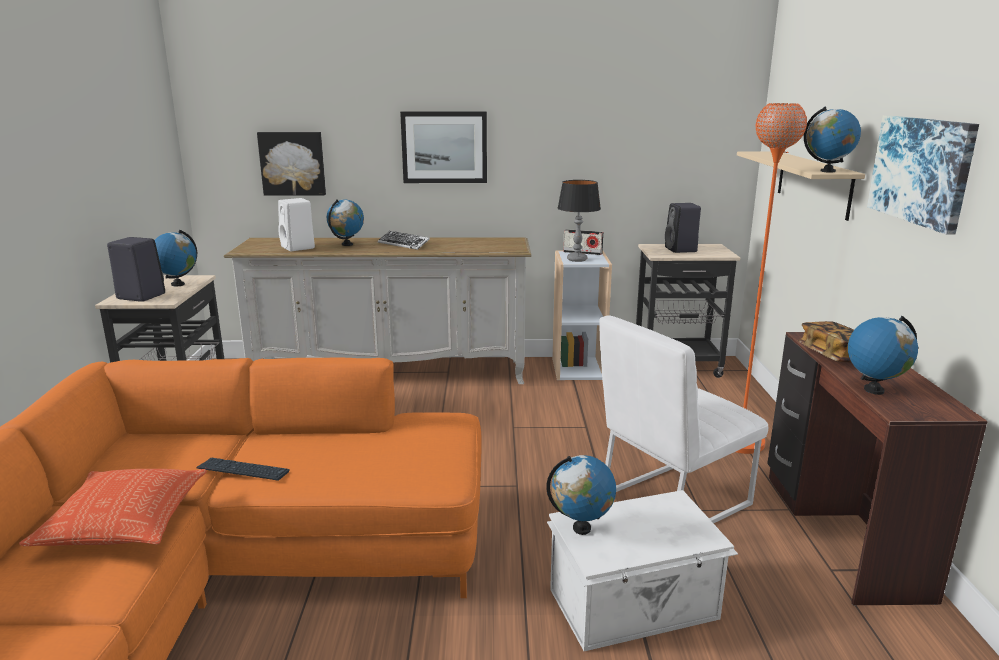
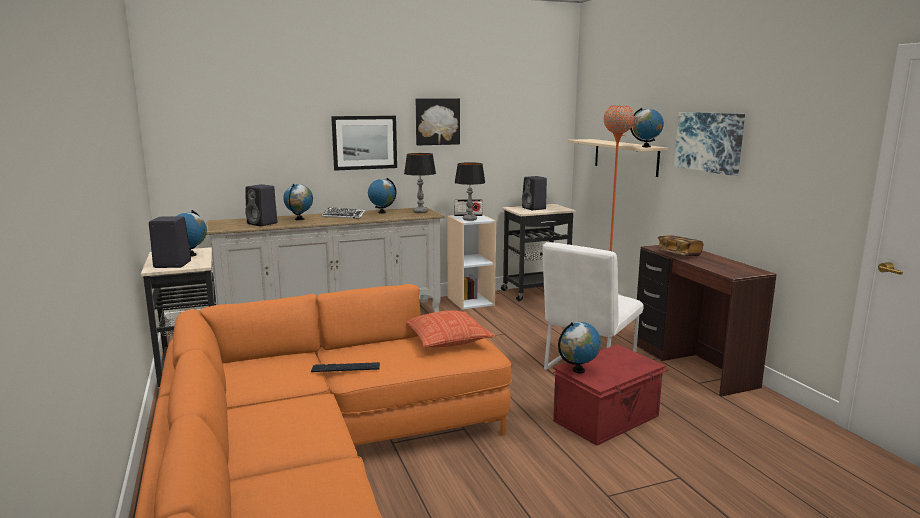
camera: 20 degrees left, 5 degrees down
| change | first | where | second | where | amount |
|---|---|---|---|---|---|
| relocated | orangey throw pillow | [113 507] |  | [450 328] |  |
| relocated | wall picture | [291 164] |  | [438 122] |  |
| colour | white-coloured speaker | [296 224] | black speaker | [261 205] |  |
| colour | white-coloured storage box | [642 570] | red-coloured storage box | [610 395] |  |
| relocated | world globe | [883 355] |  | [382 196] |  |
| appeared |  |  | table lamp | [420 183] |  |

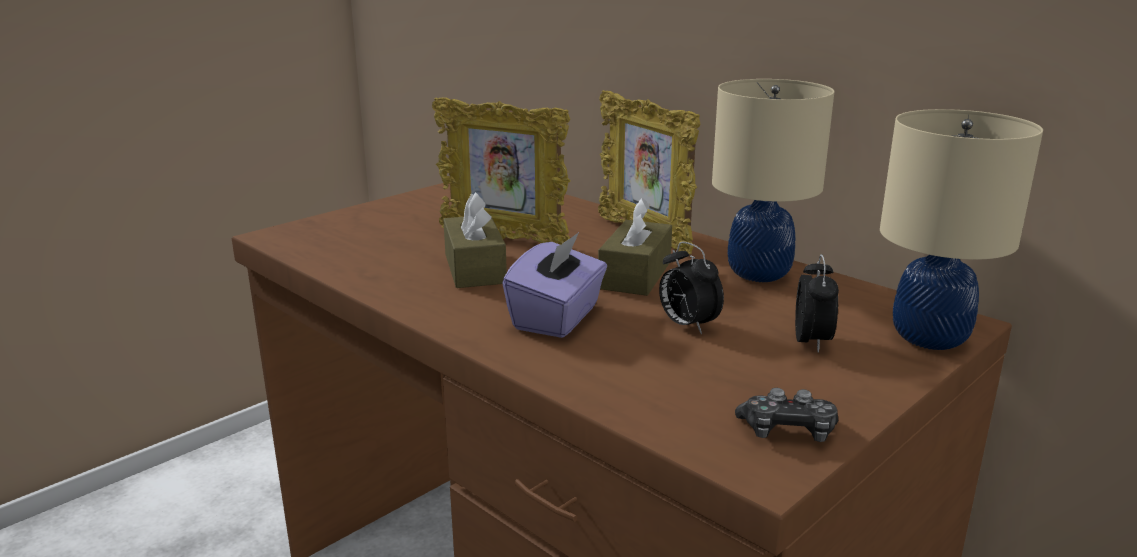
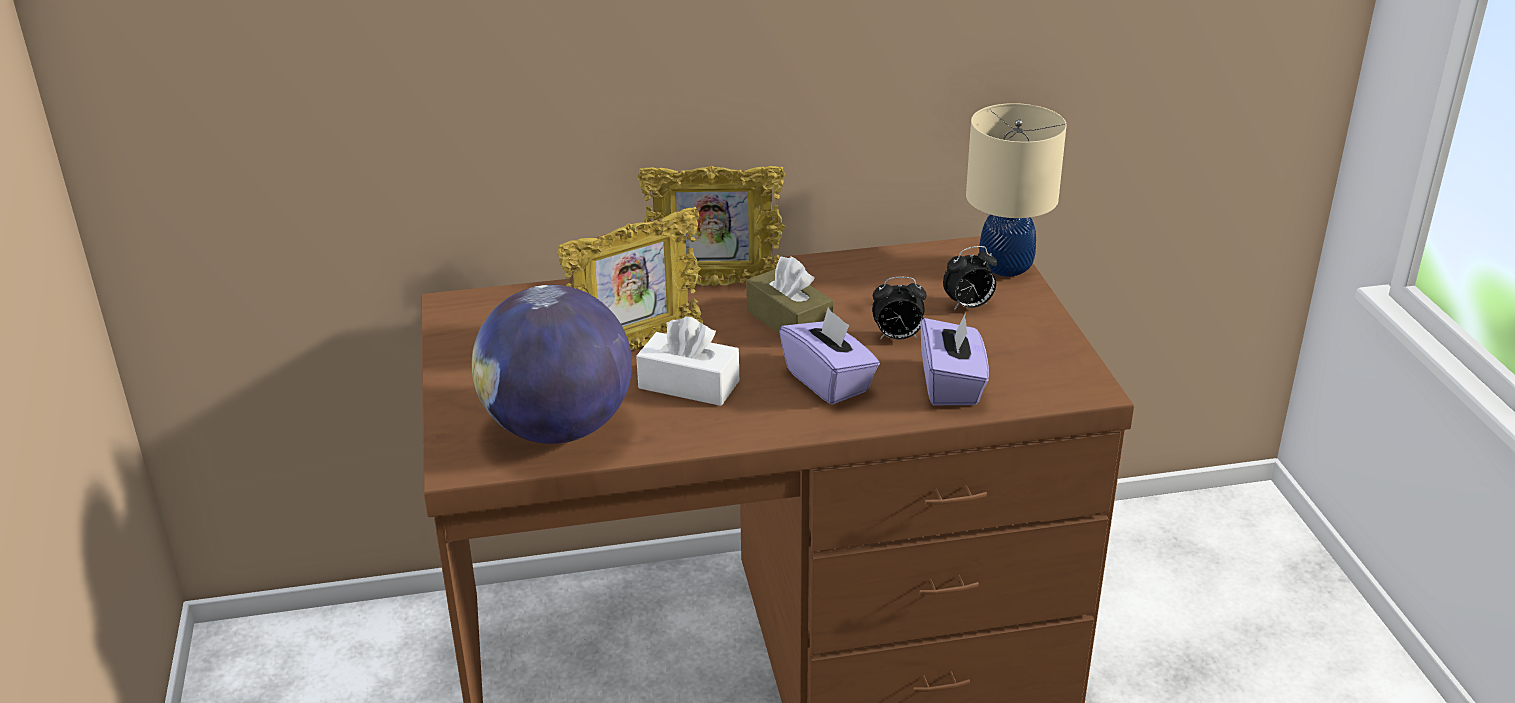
camera: 55 degrees left, 10 degrees up
| change | first | where | second | where | amount |
|---|---|---|---|---|---|
| colour | brownish tissue box | [475 240] | white-coloured tissue box | [687 361] |  |
| missing | beige-coloured table lamp | [773 180] |  |  |  |
| missing | game controller | [786 415] |  |  |  |
| spun | alarm clock | [817 303] |  | [970 278] | 120 degrees clockwise |
| appeared |  |  | world globe | [552 364] |  |
| appeared |  |  | purple tissue box | [955 358] |  |

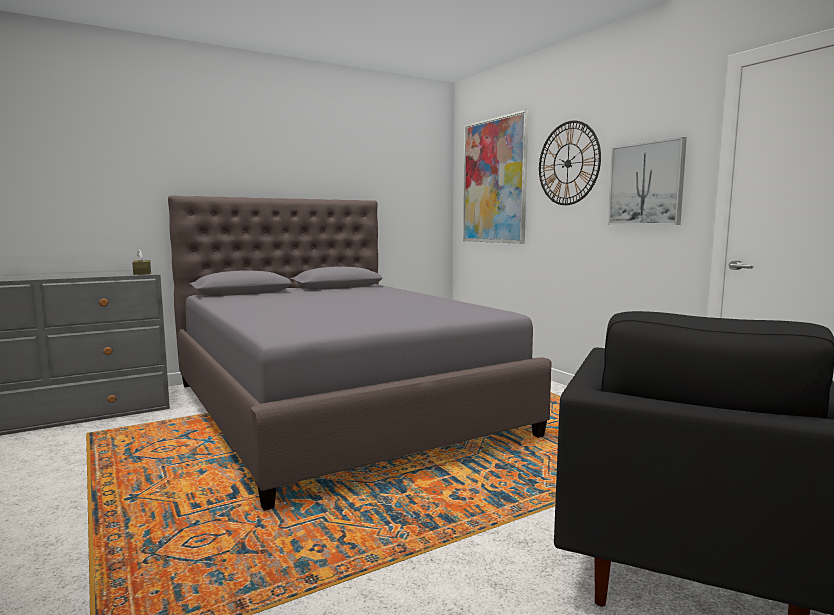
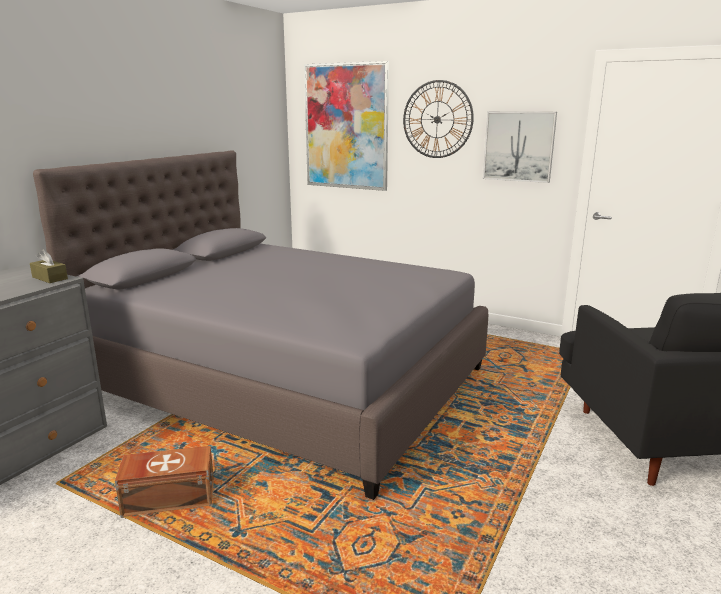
camera: 30 degrees left, 10 degrees up
| change | first | where | second | where | amount |
|---|---|---|---|---|---|
| appeared |  |  | brownish storage box | [164 482] |  |

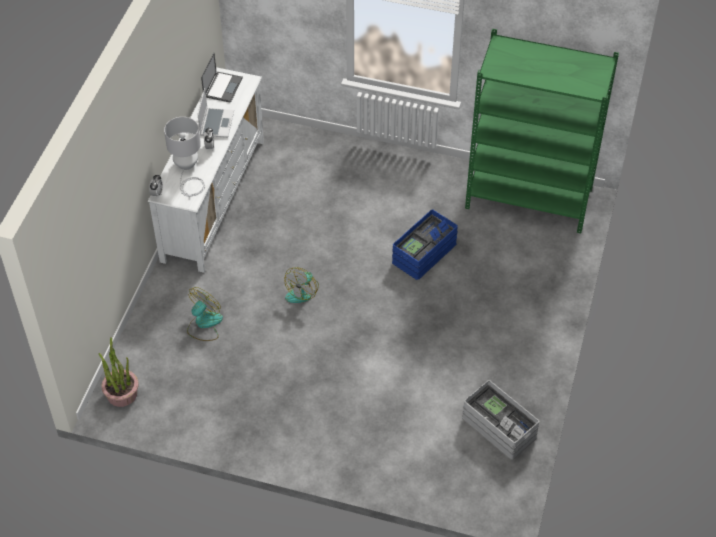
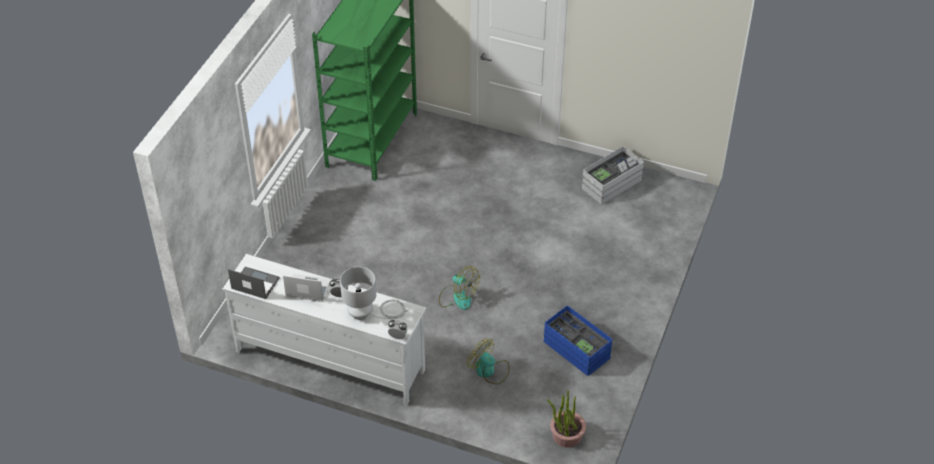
camera: 85 degrees left, 5 degrees down
| change | first | where | second | where | amount |
|---|---|---|---|---|---|
| relocated | blue storage box | [425 244] |  | [577 341] |  |

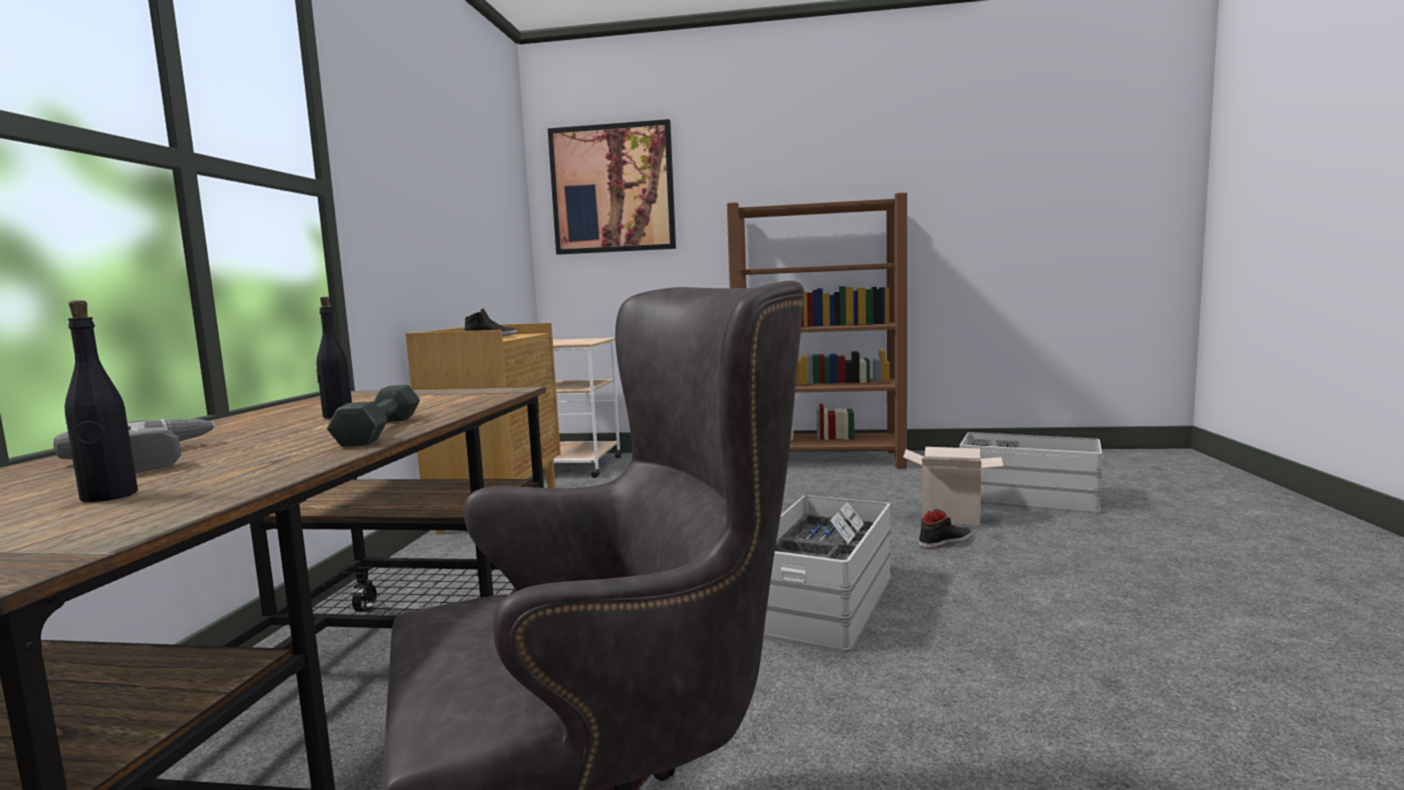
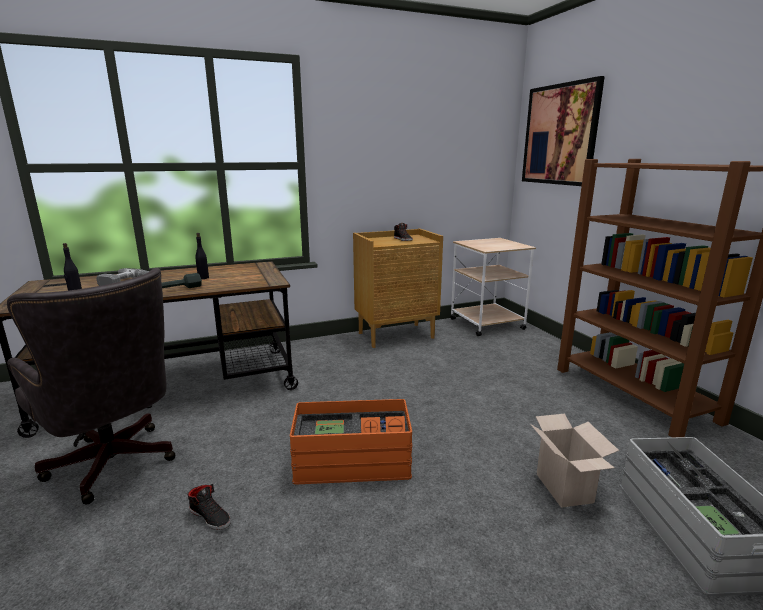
camera: 60 degrees right, 10 degrees up
| change | first | where | second | where | amount |
|---|---|---|---|---|---|
| colour | gray storage box | [827 574] | orangey storage box | [351 441] |  |
| relocated | black low shoe | [945 529] |  | [209 507] |  |

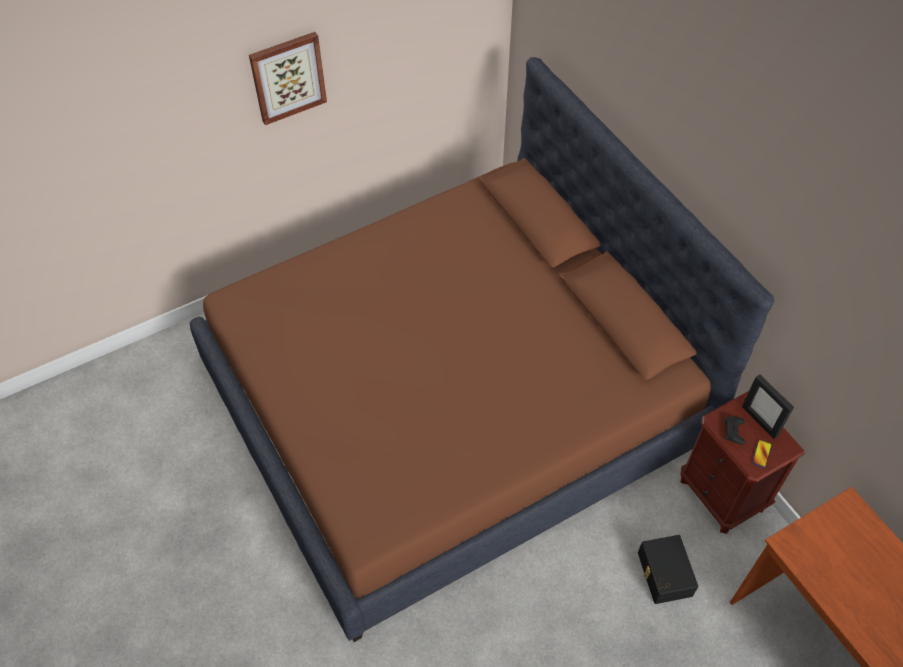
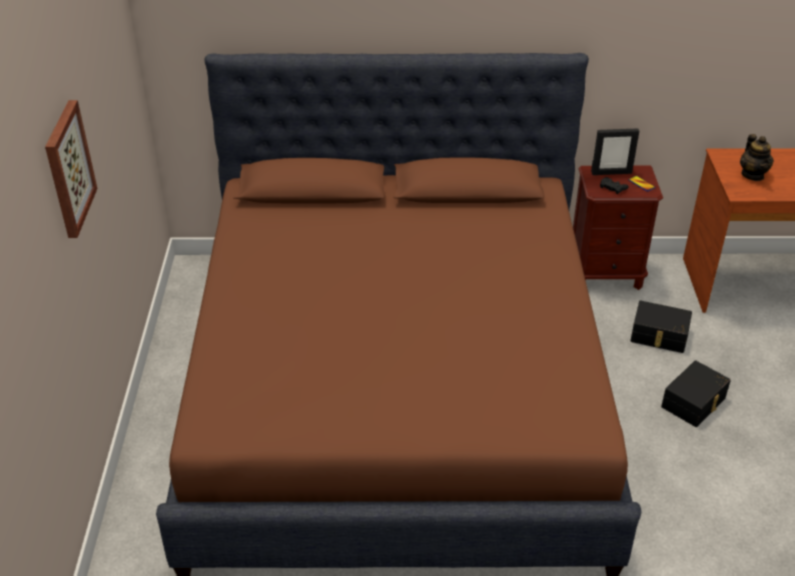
camera: 60 degrees left, 15 degrees down
| change | first | where | second | where | amount |
|---|---|---|---|---|---|
| appeared |  |  | black storage box | [696 393] |  |
| appeared |  |  | pot for tea | [757 157] |  |

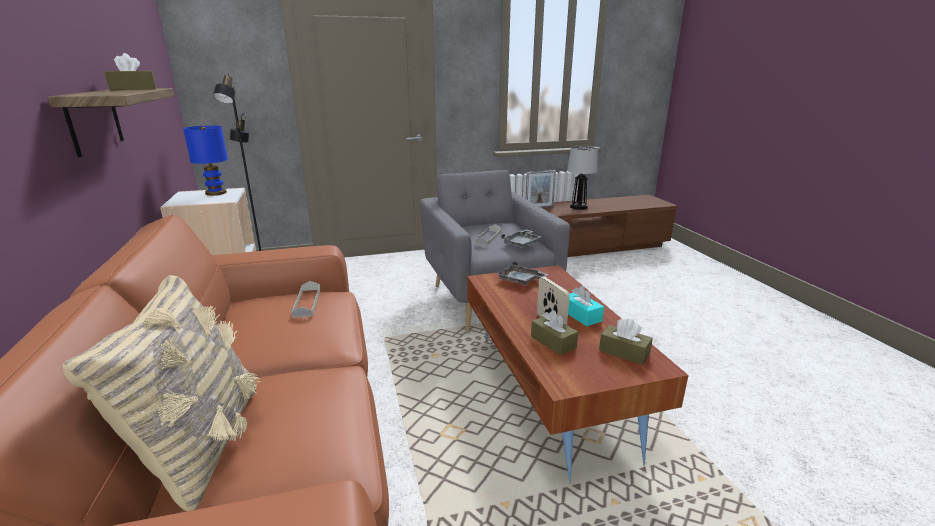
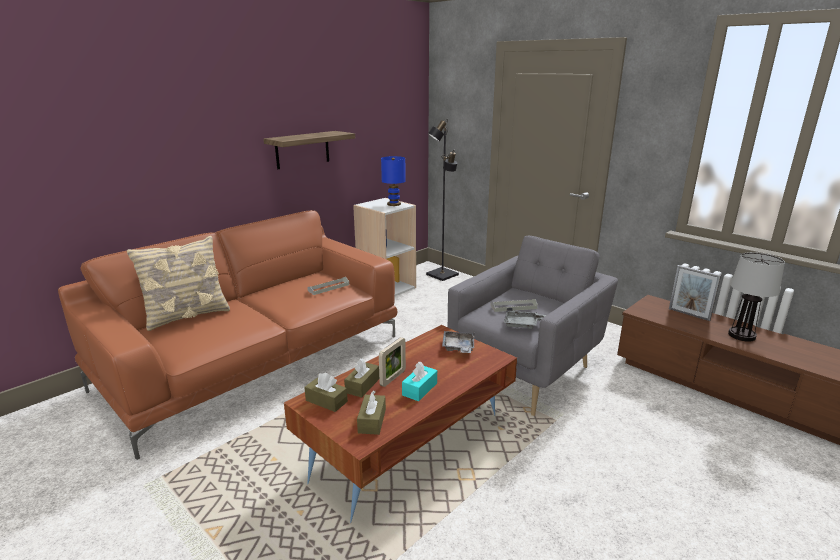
camera: 60 degrees right, 0 degrees up
| change | first | where | second | where | amount |
|---|---|---|---|---|---|
| relocated | brownish tissue box | [130 71] |  | [326 392] |  |

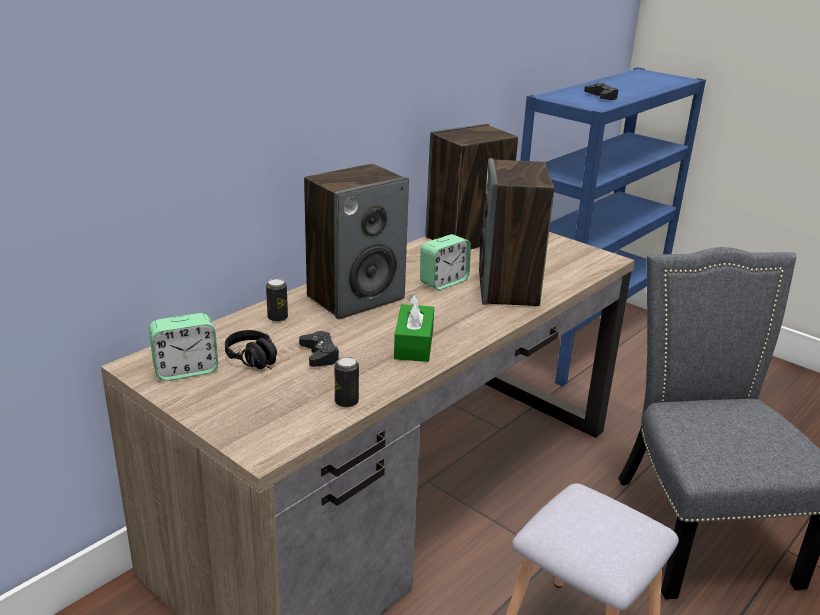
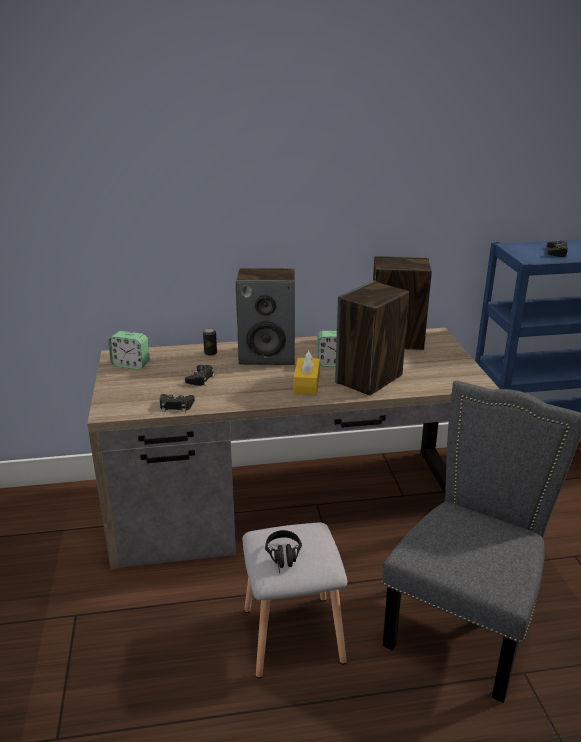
camera: 40 degrees right, 0 degrees up
| change | first | where | second | where | amount |
|---|---|---|---|---|---|
| relocated | black pair of headphones | [251 349] |  | [283 551] |  |
| exchanged | can | [347 382] | black game controller | [177 403] |  |
| missing | green-coloured tissue box | [414 328] |  |  |  |
| appeared |  |  | yellow tissue box | [307 373] |  |

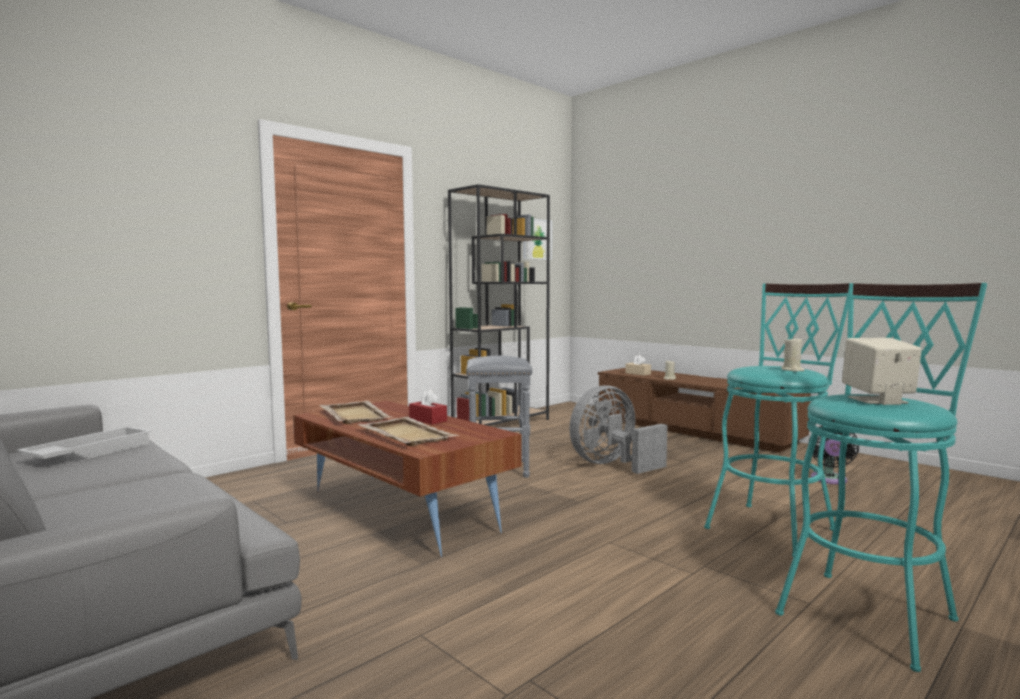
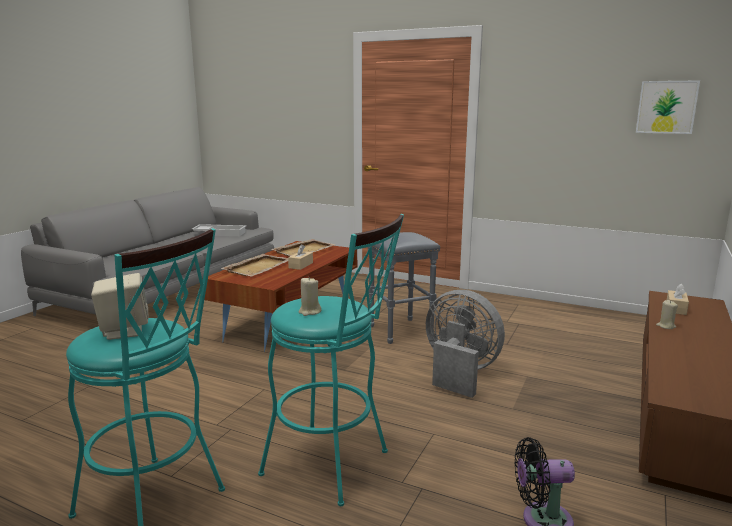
camera: 70 degrees right, 10 degrees up
| change | first | where | second | where | amount |
|---|---|---|---|---|---|
| colour | red-coloured tissue box | [428 407] | beige-coloured tissue box | [300 257] |  |
| missing | bookshelf | [499 305] |  |  |  |

